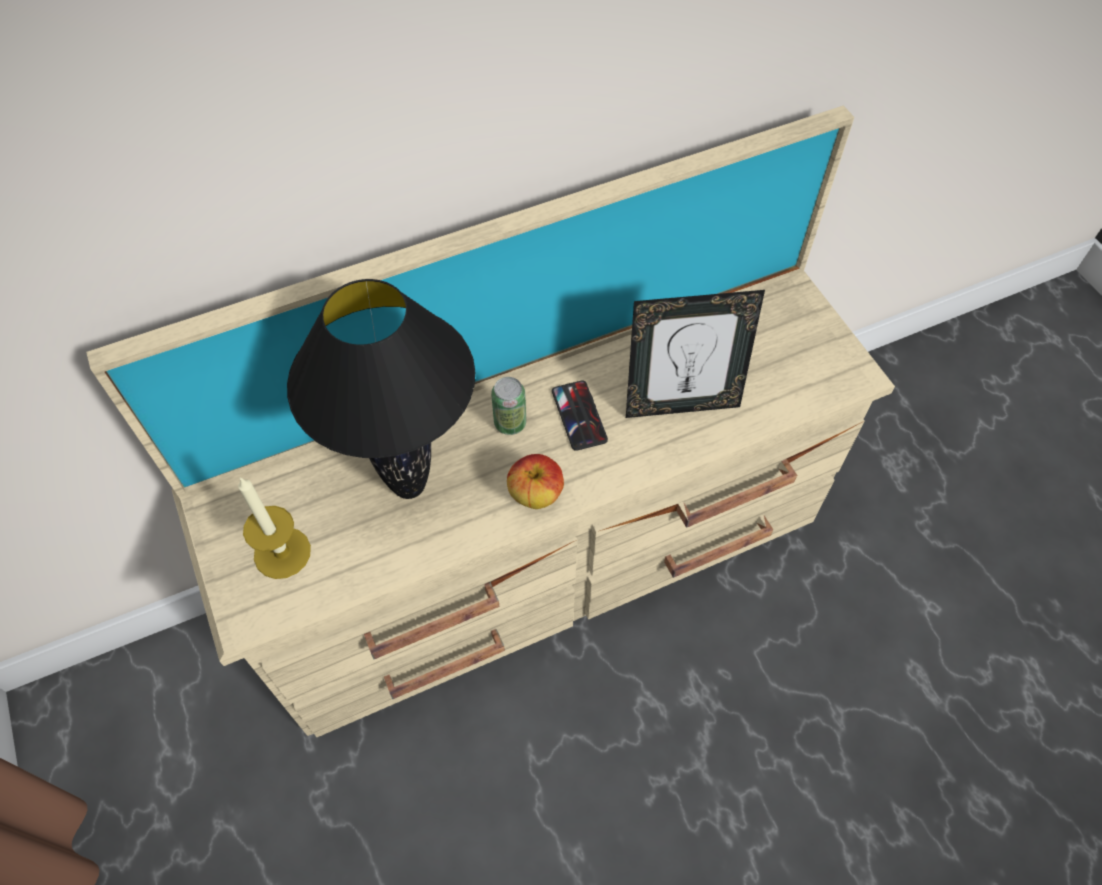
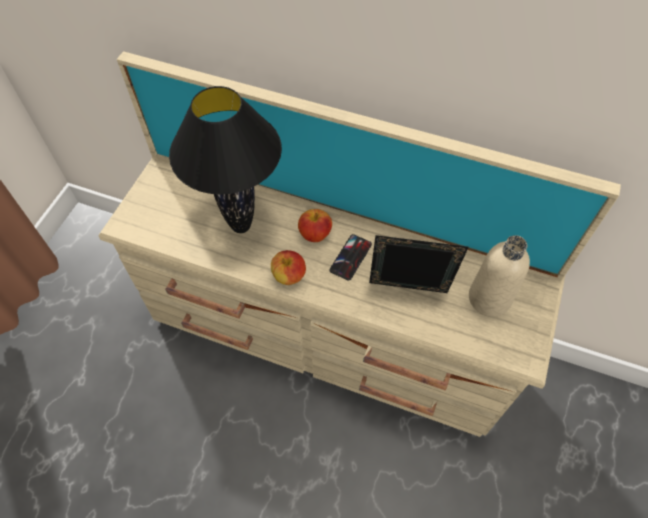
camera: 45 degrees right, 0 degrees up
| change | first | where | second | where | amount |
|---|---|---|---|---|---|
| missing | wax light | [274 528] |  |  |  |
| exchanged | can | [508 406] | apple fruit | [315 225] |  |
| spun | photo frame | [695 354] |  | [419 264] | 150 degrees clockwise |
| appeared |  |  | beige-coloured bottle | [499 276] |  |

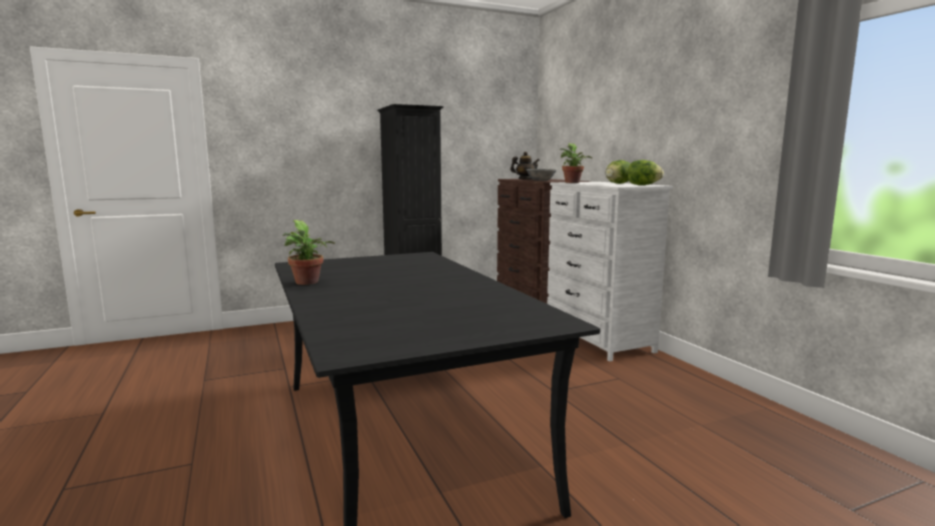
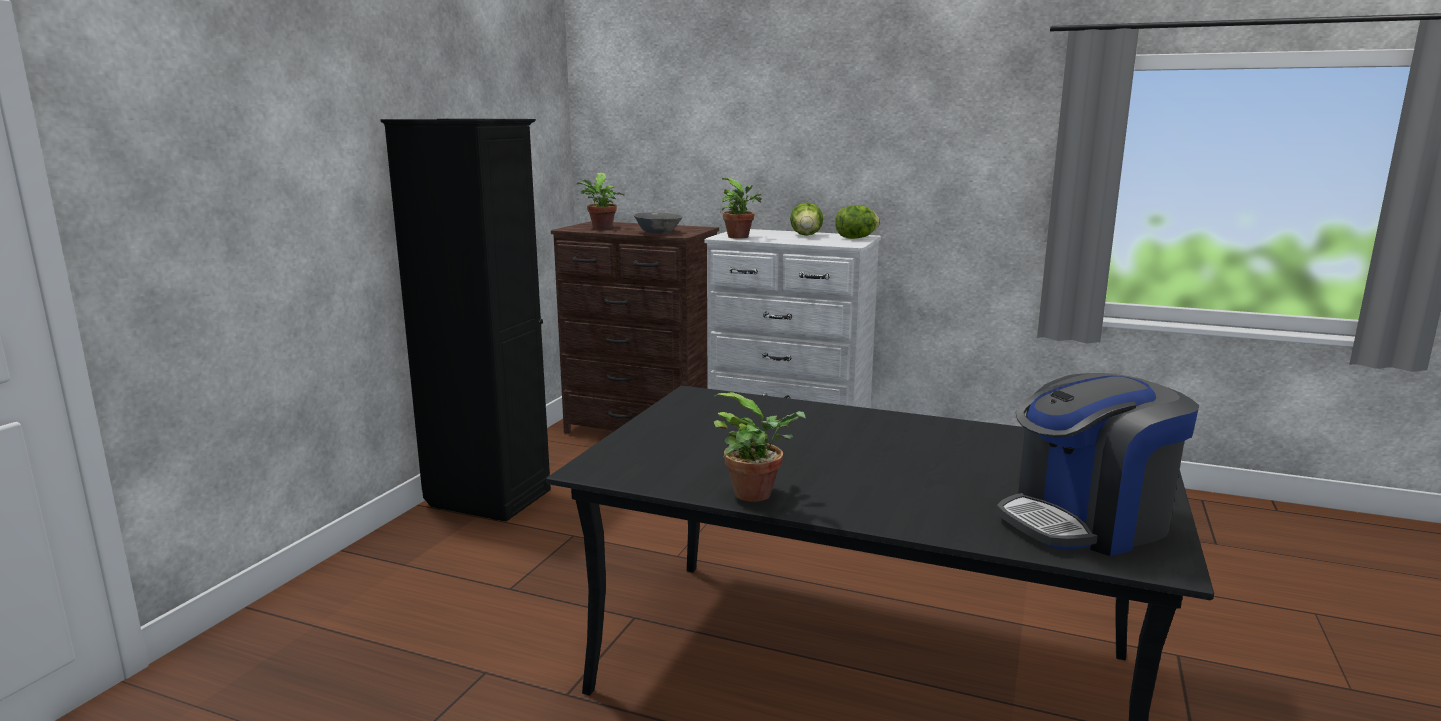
camera: 45 degrees left, 5 degrees up
| change | first | where | second | where | amount |
|---|---|---|---|---|---|
| exchanged | pot for tea | [525 165] | houseplant | [601 201] |  |
| appeared |  |  | coffee machine | [1097 464] |  |

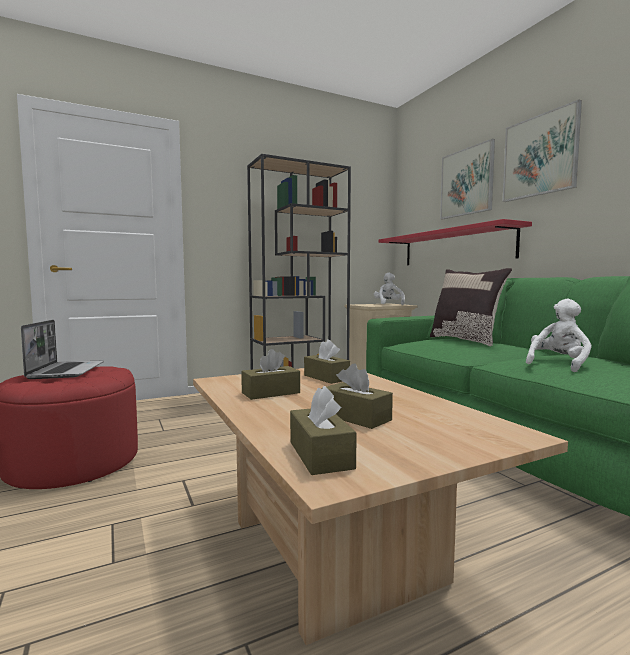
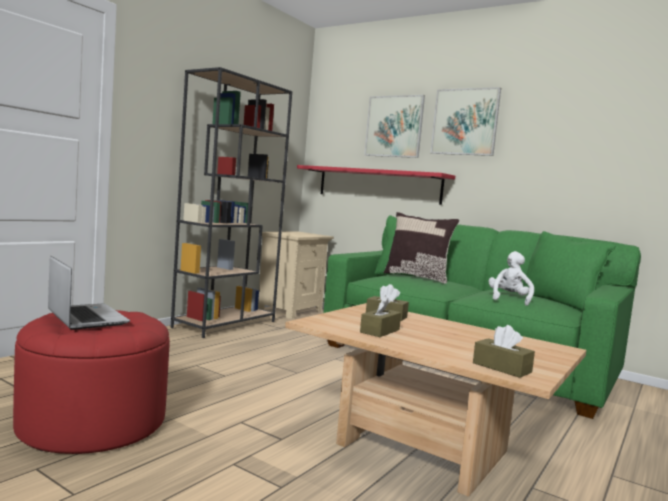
camera: 30 degrees left, 0 degrees up
| change | first | where | second | where | amount |
|---|---|---|---|---|---|
| missing | brownish tissue box | [357 396] |  |  |  |
| missing | white-coloured cuddly toy | [389 288] |  |  |  |

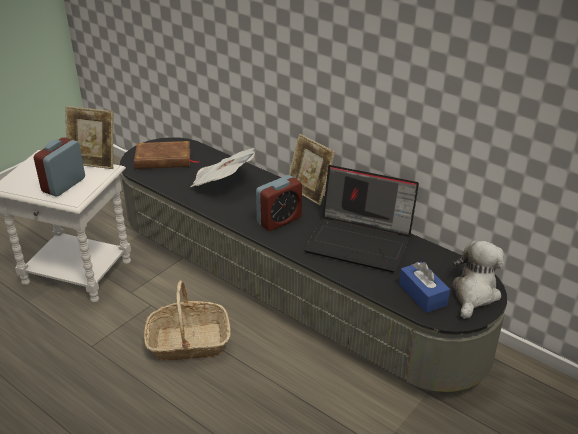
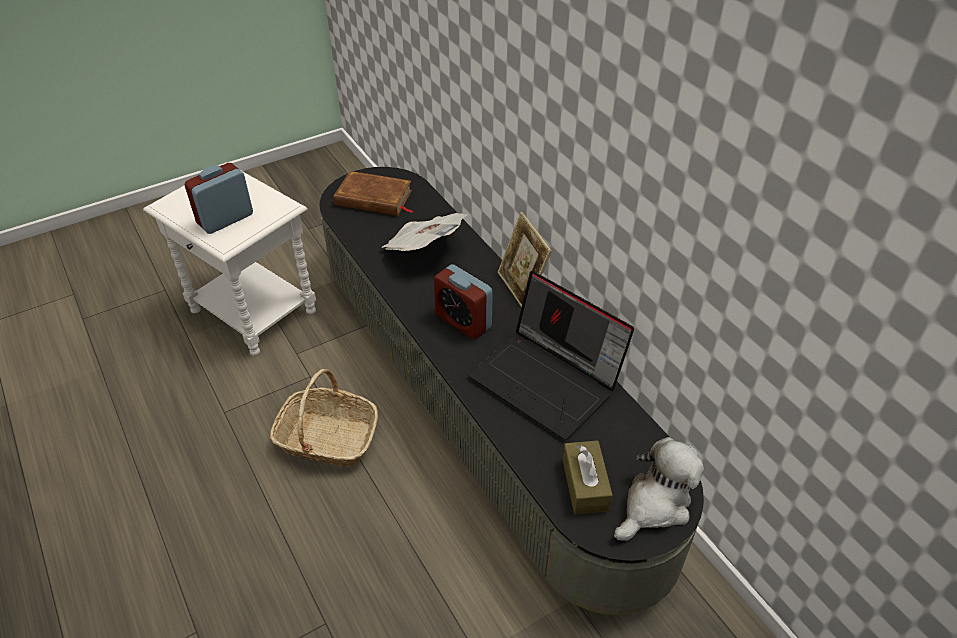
camera: 20 degrees right, 10 degrees up
| change | first | where | second | where | amount |
|---|---|---|---|---|---|
| missing | photo frame | [89 137] |  |  |  |
| spun | alarm clock | [279 203] |  | [463 302] | 60 degrees clockwise |
| colour | blue tissue box | [424 287] | brownish tissue box | [588 477] |  |

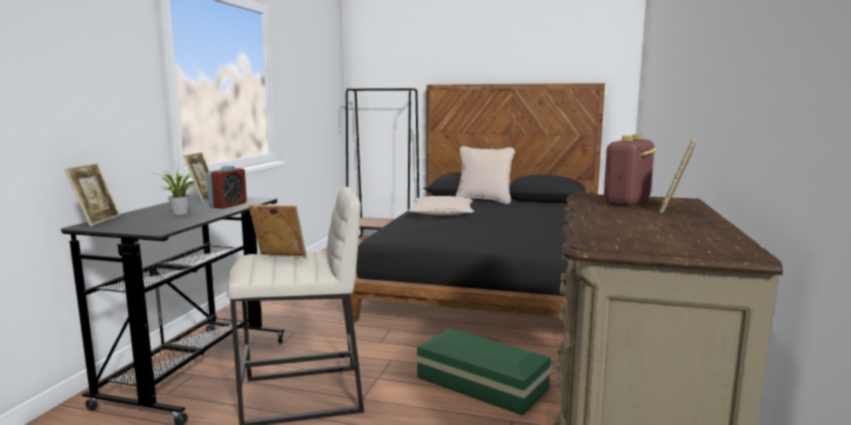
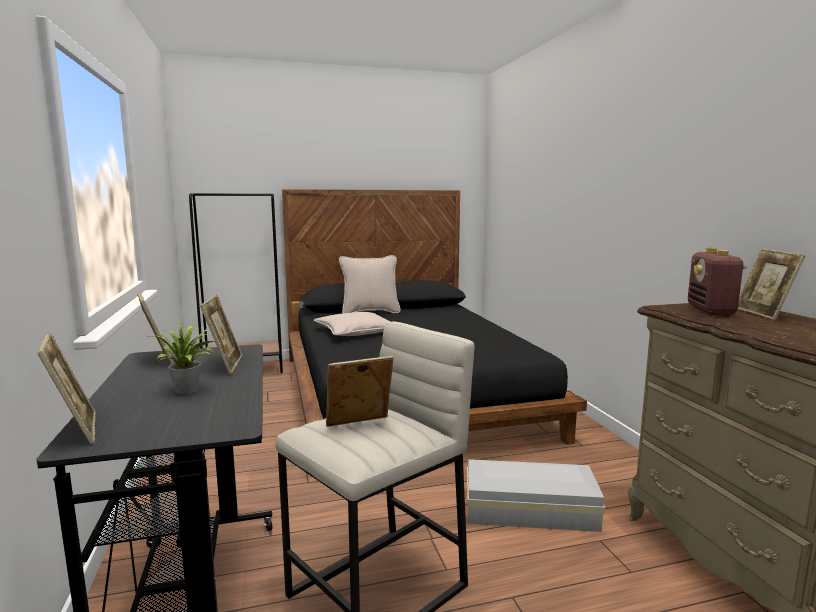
camera: 30 degrees left, 0 degrees up
| change | first | where | second | where | amount |
|---|---|---|---|---|---|
| exchanged | alarm clock | [226 187] | photo frame | [221 334] |  |
| colour | green-coloured storage box | [484 372] | white-coloured storage box | [536 495] |  |

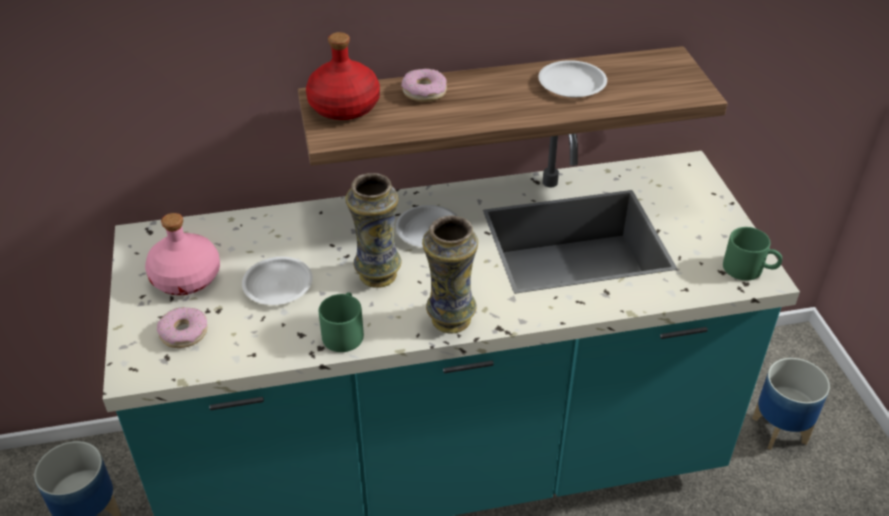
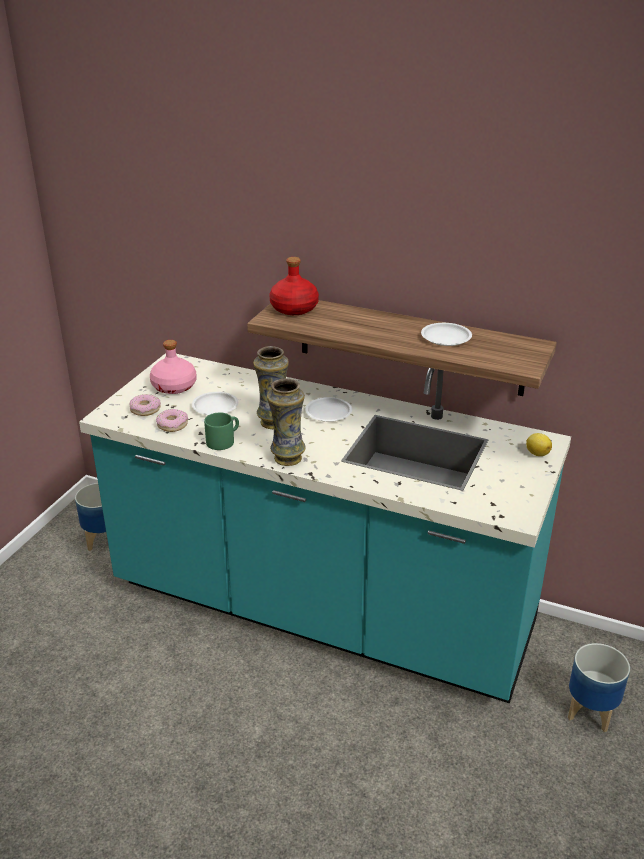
camera: 35 degrees right, 10 degrees down
| change | first | where | second | where | amount |
|---|---|---|---|---|---|
| relocated | doughnut | [424 85] |  | [172 420] |  |
| missing | green-coloured mug | [752 253] |  |  |  |
| appeared |  |  | whole lemon | [539 444] |  |

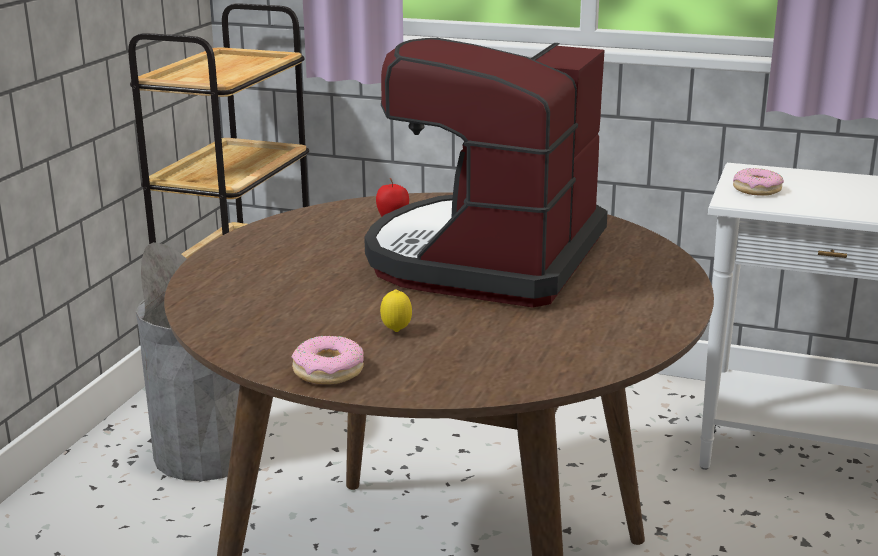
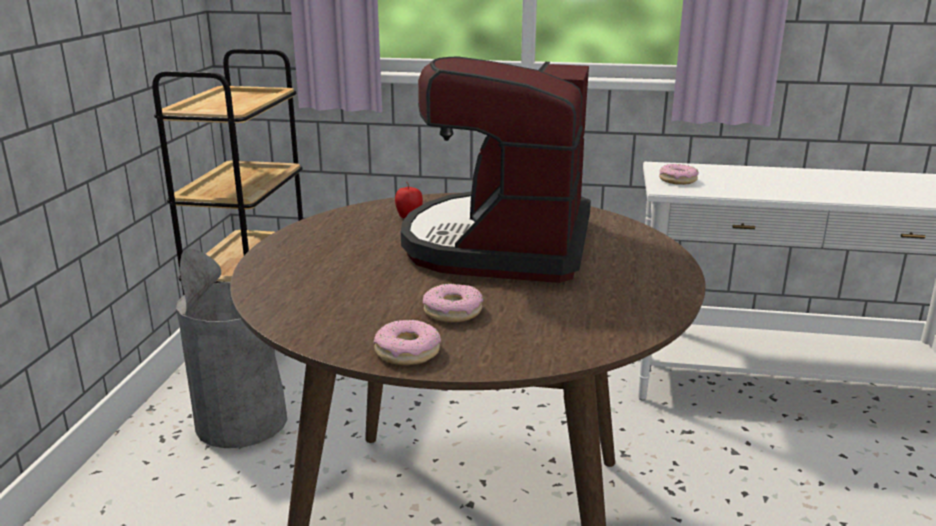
camera: 10 degrees left, 0 degrees up
| change | first | where | second | where | amount |
|---|---|---|---|---|---|
| exchanged | whole lemon | [396 310] | doughnut | [453 303] |  |

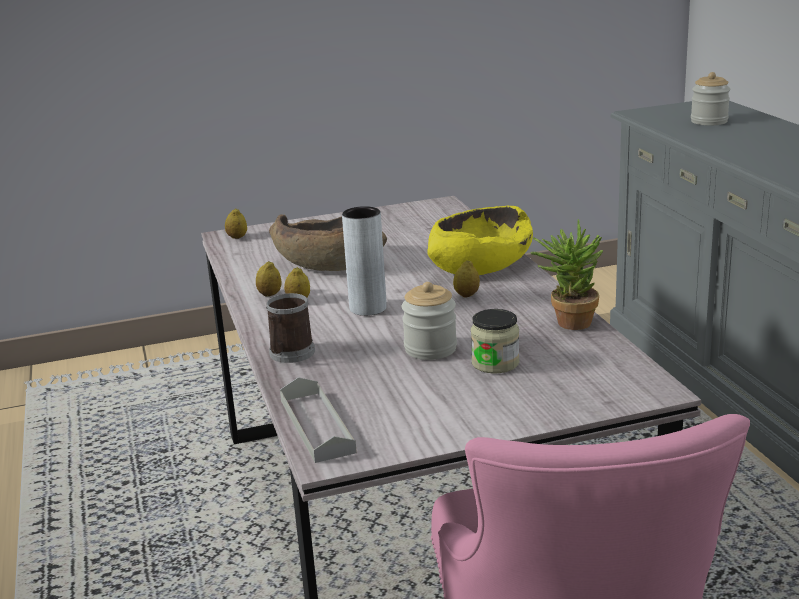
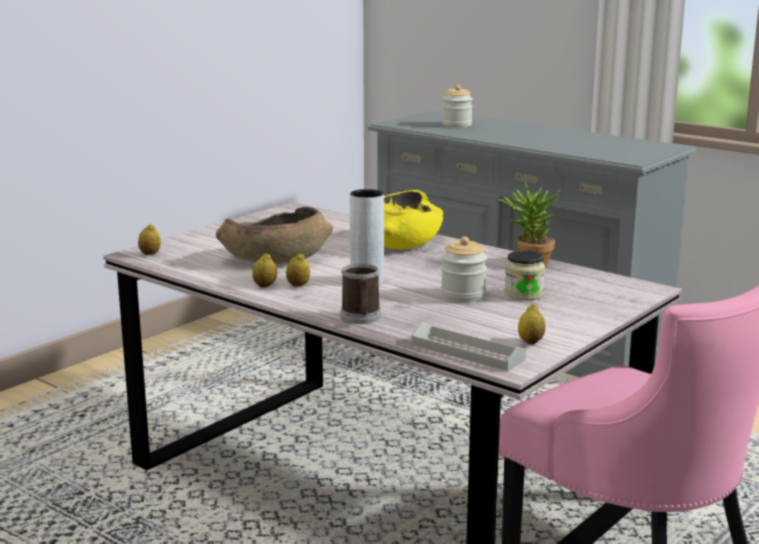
camera: 35 degrees left, 5 degrees down
| change | first | where | second | where | amount |
|---|---|---|---|---|---|
| relocated | whole lemon | [466 279] |  | [531 324] |  |

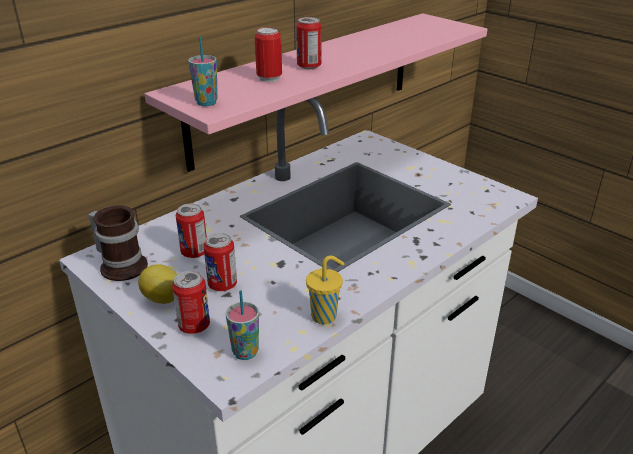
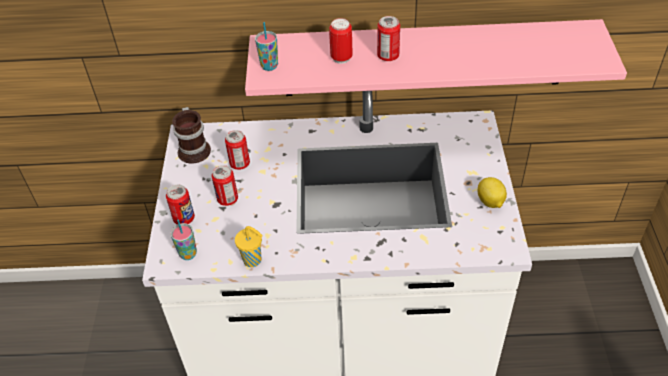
camera: 45 degrees right, 15 degrees up
| change | first | where | second | where | amount |
|---|---|---|---|---|---|
| relocated | whole lemon | [158 284] |  | [492 192] |  |

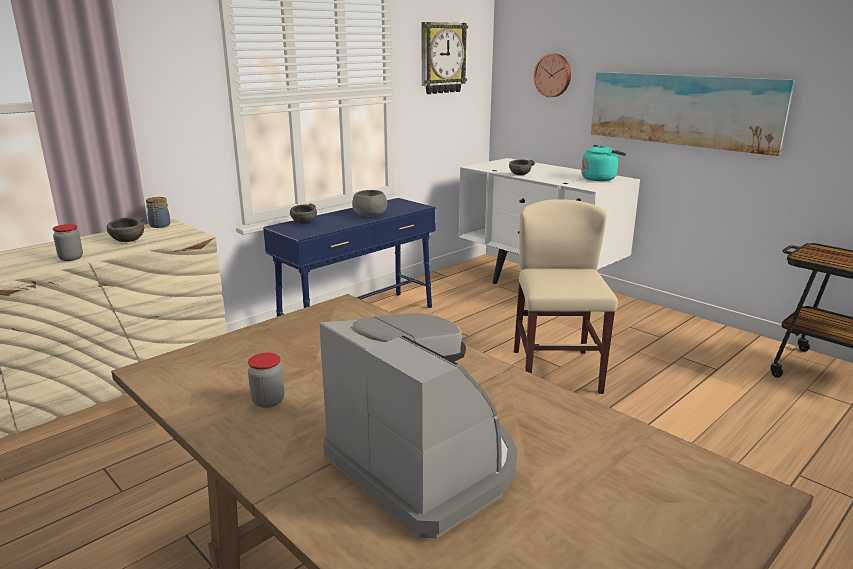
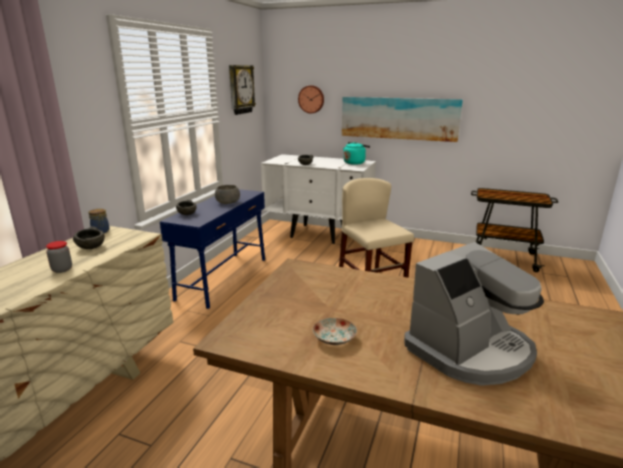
camera: 25 degrees left, 0 degrees up
| change | first | where | second | where | amount |
|---|---|---|---|---|---|
| exchanged | preserve jar | [266 380] | flat dish | [335 331] |  |
| spun | coffee machine | [418 425] |  | [474 314] | 120 degrees clockwise |

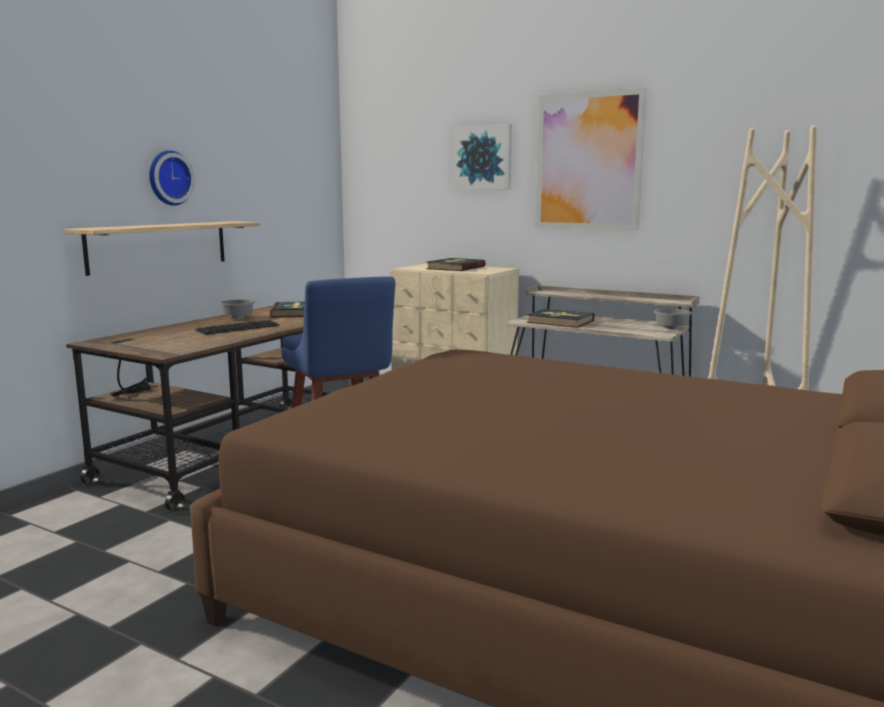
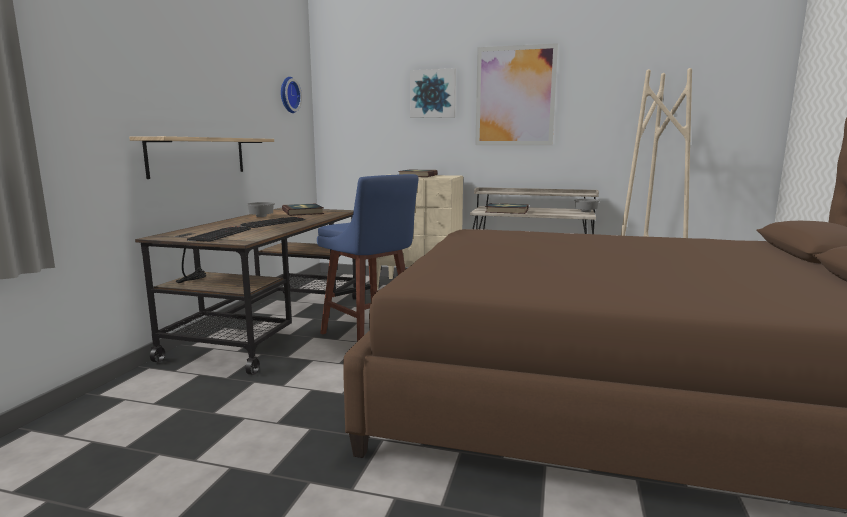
camera: 15 degrees left, 0 degrees up
| change | first | where | second | where | amount |
|---|---|---|---|---|---|
| relocated | wall clock | [172 178] |  | [291 95] |  |
| appeared |  |  | PC keyboard | [219 234] |  |

